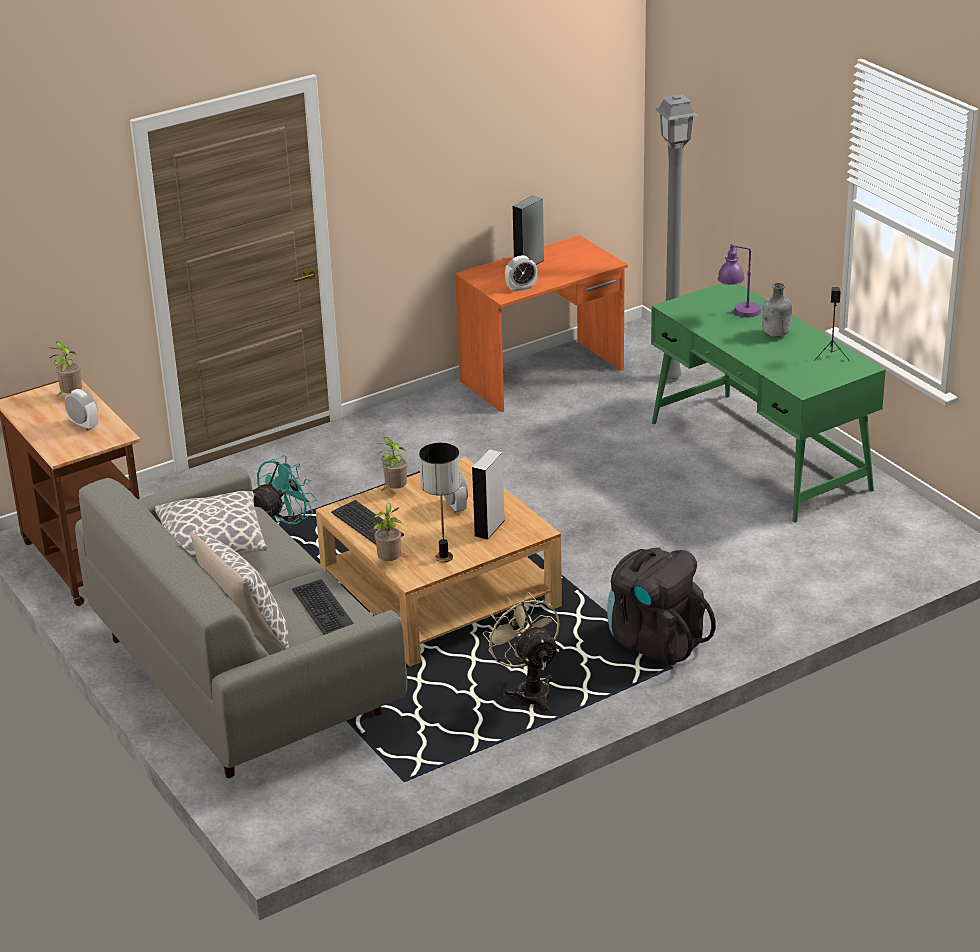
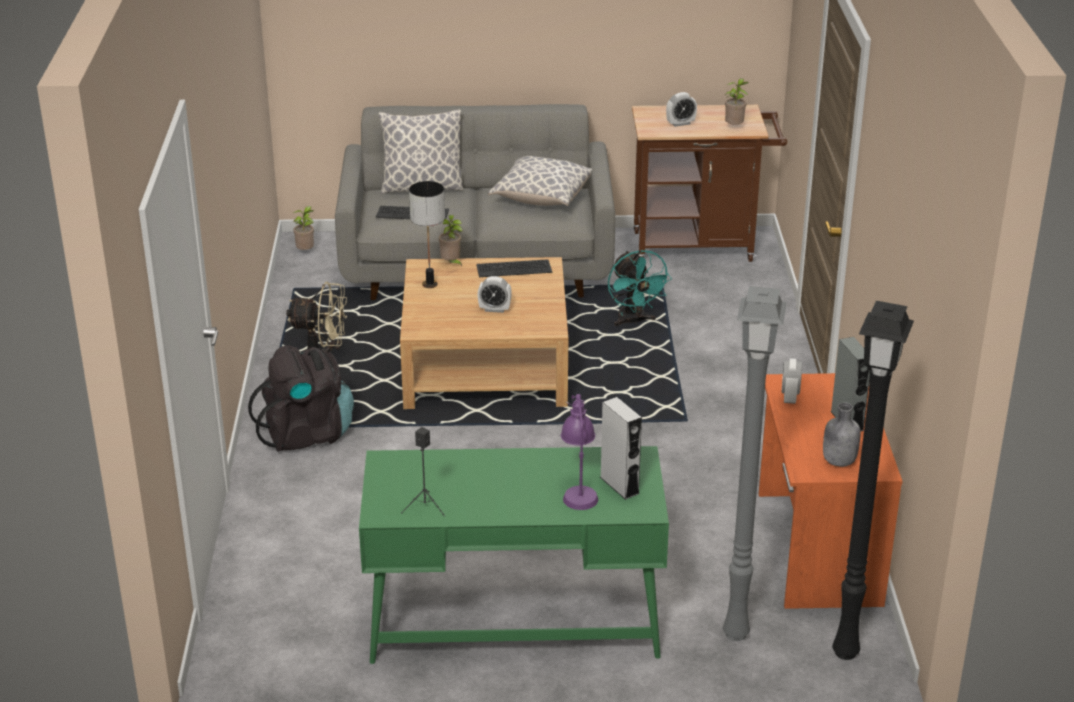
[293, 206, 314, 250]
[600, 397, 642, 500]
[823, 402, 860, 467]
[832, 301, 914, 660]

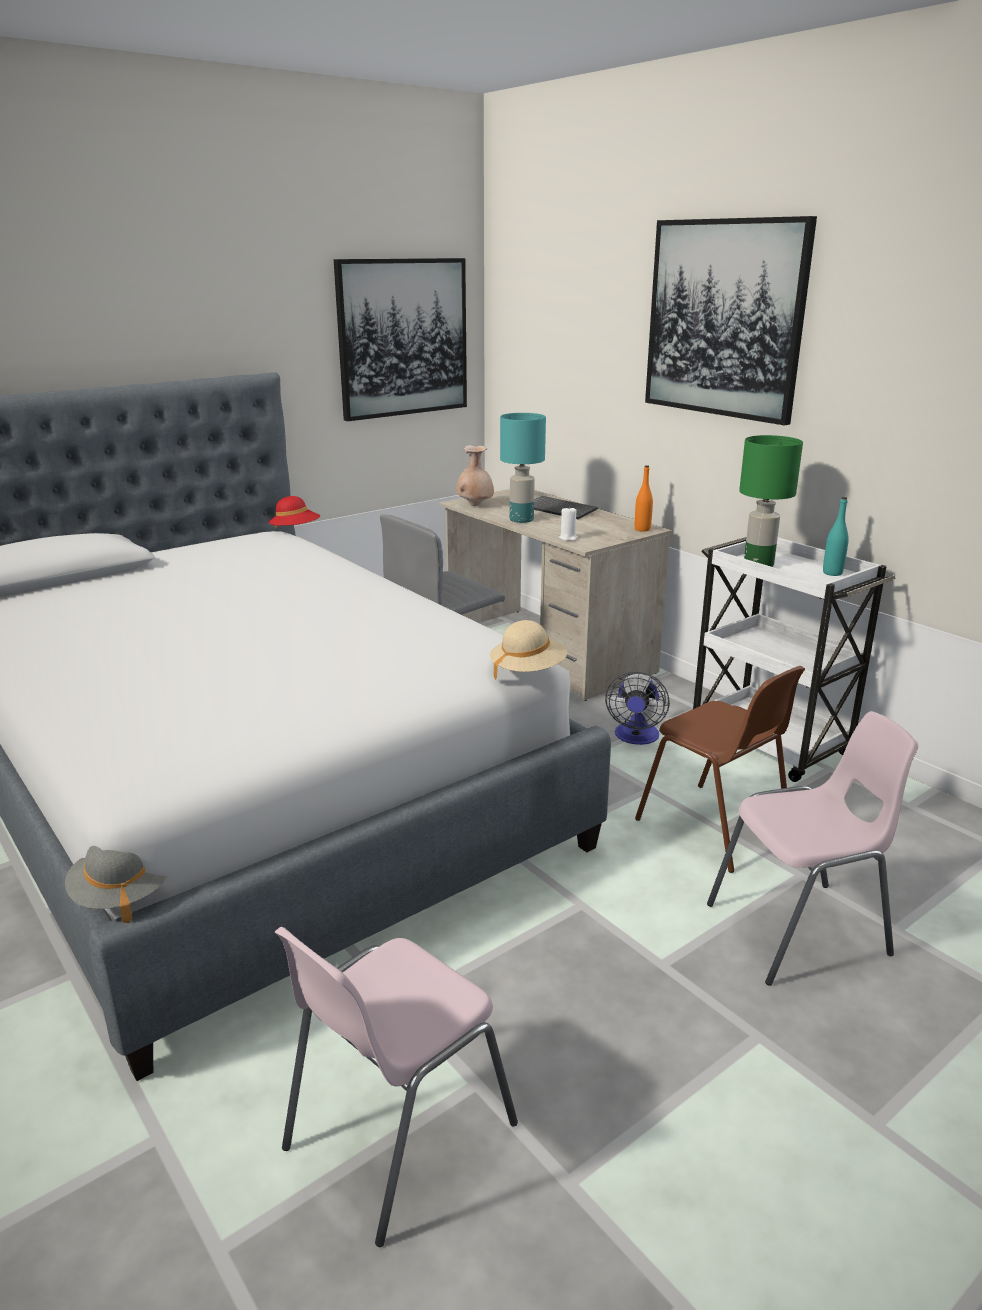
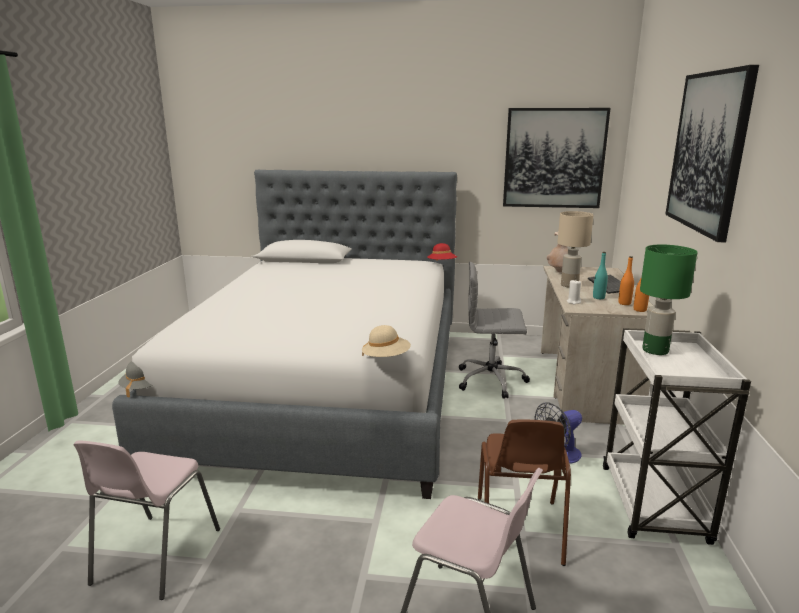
[73, 440, 220, 600]
[557, 211, 594, 287]
[593, 252, 608, 299]
[618, 256, 634, 305]

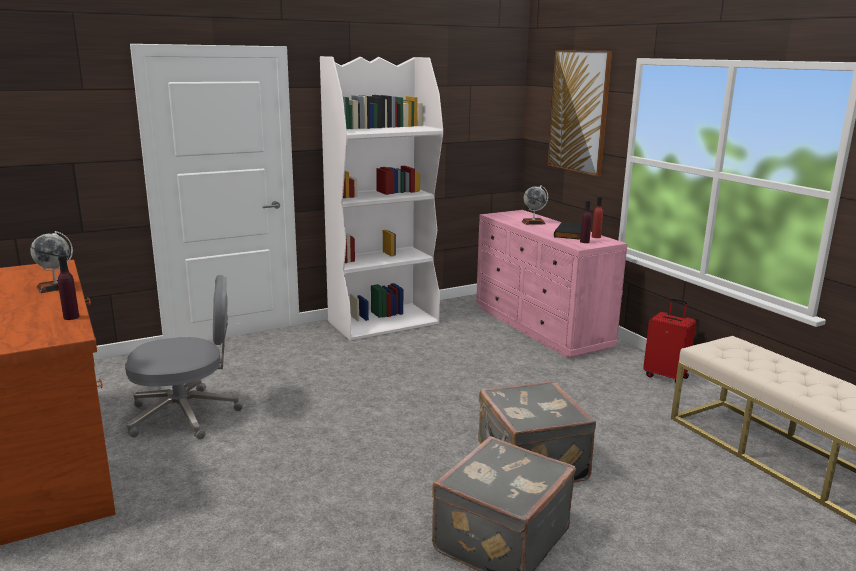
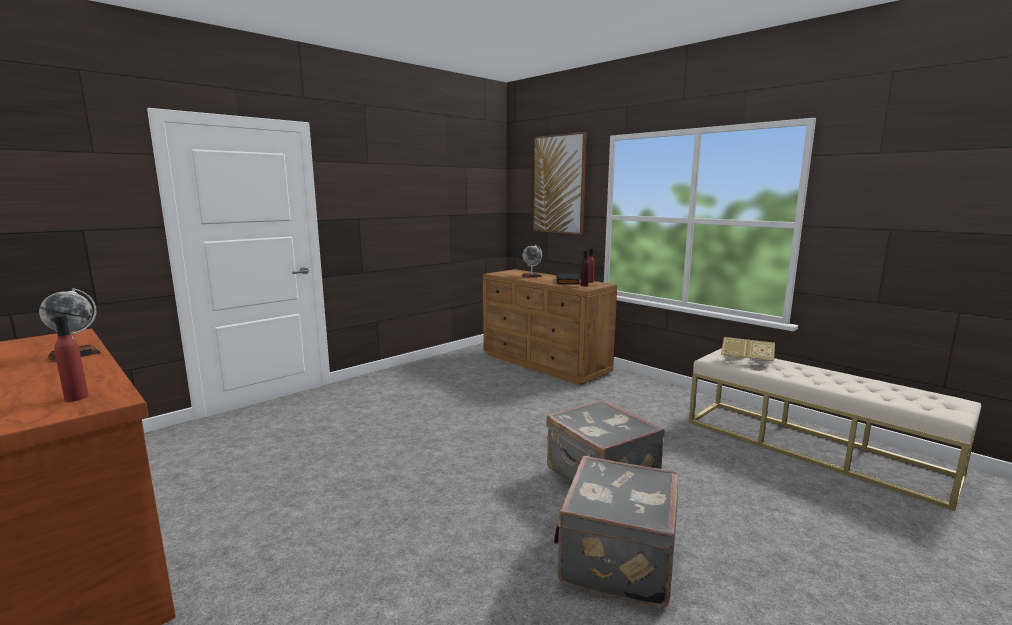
[58, 255, 79, 320] (first image)
[125, 275, 243, 440] (first image)
[320, 56, 443, 341] (first image)
[483, 269, 617, 385]
[643, 298, 696, 384] (first image)
[54, 315, 89, 402]
[721, 337, 775, 367]

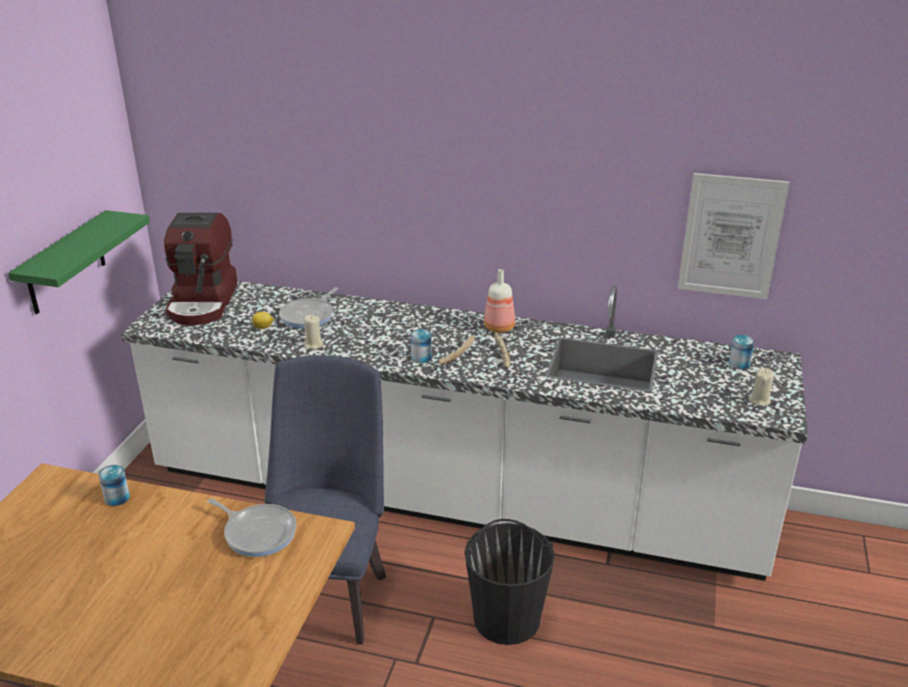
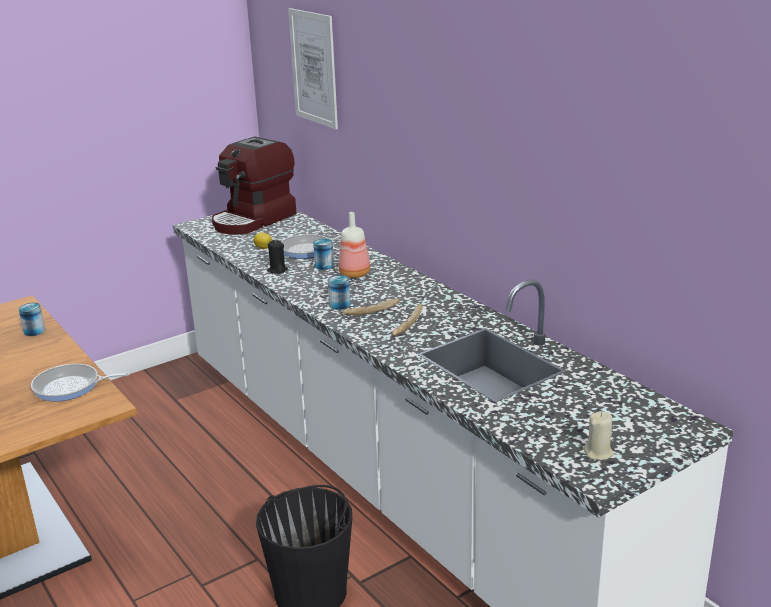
[8, 210, 150, 314] (first image)
[31, 364, 130, 401]
[264, 355, 386, 644] (first image)
[267, 240, 288, 274]
[338, 212, 370, 278]
[288, 8, 338, 129]
[313, 239, 334, 270]

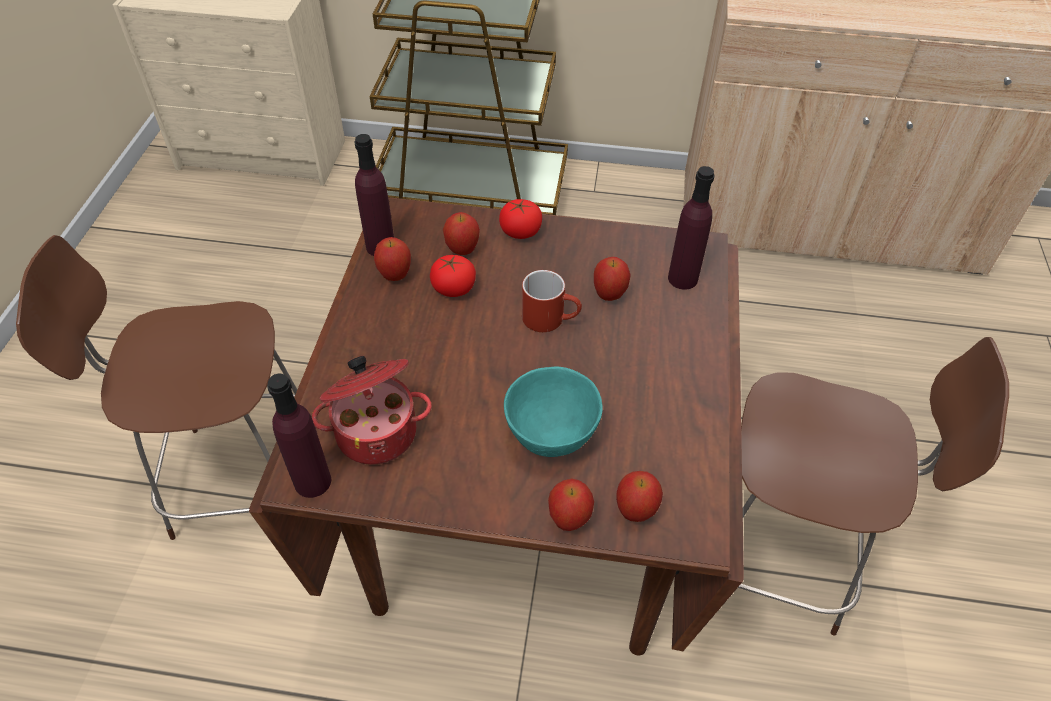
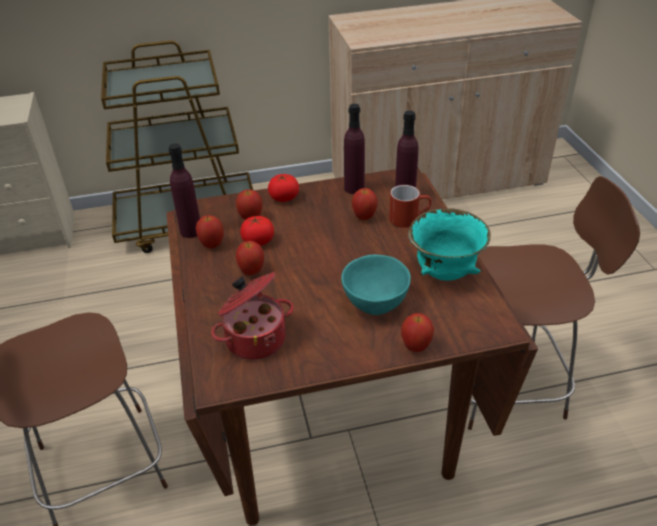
[344, 104, 365, 194]
[389, 185, 432, 228]
[236, 241, 264, 275]
[408, 208, 491, 281]

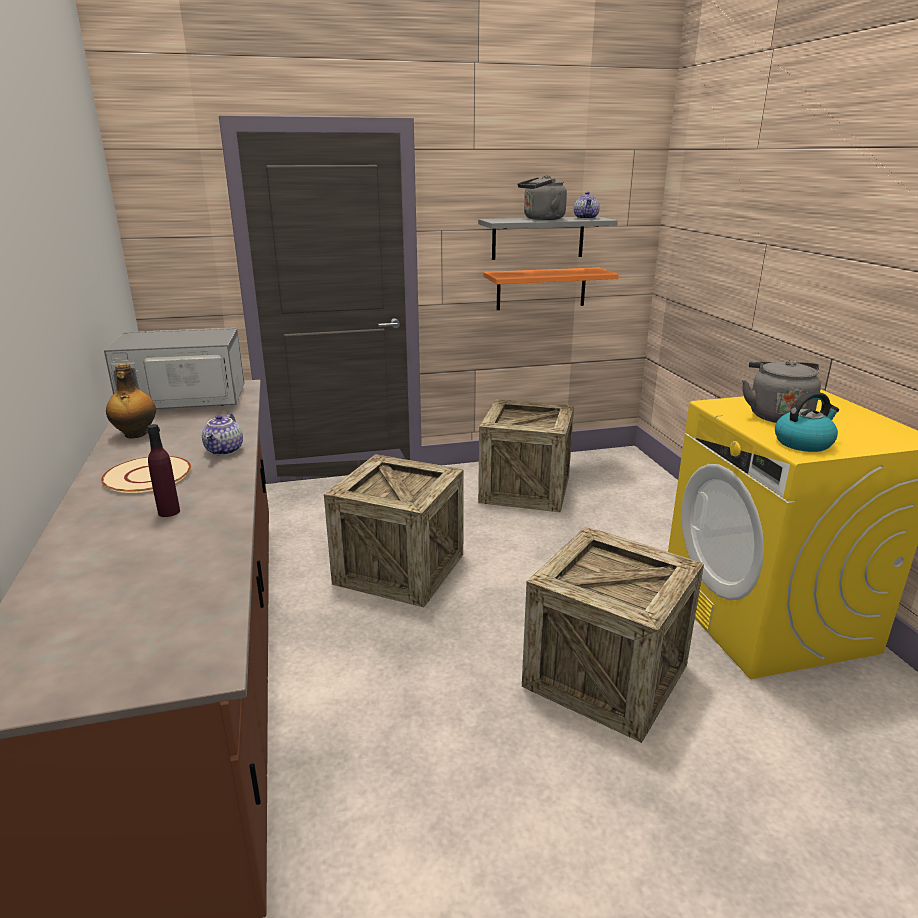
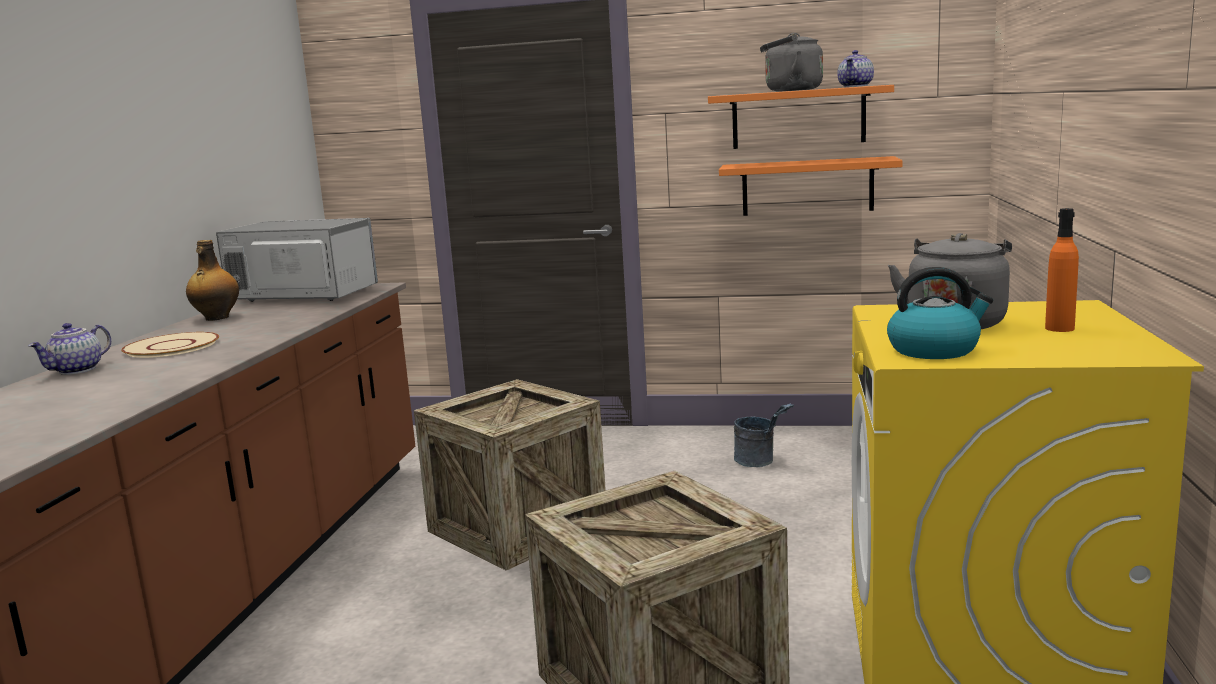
[147, 424, 180, 517] (first image)
[28, 323, 111, 375]
[708, 85, 894, 149]
[734, 404, 794, 467]
[1045, 208, 1079, 332]

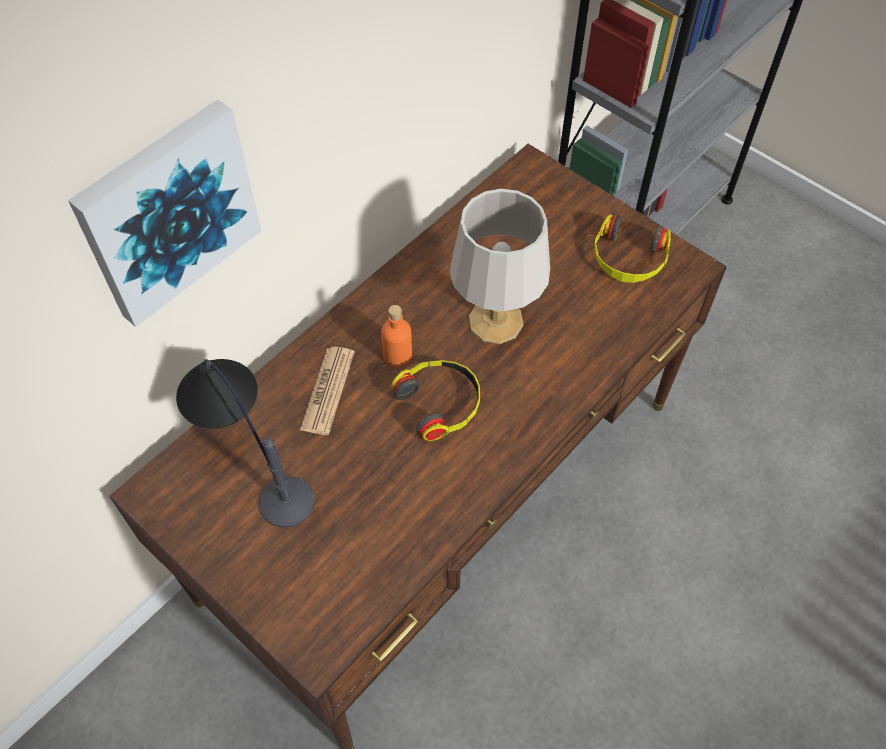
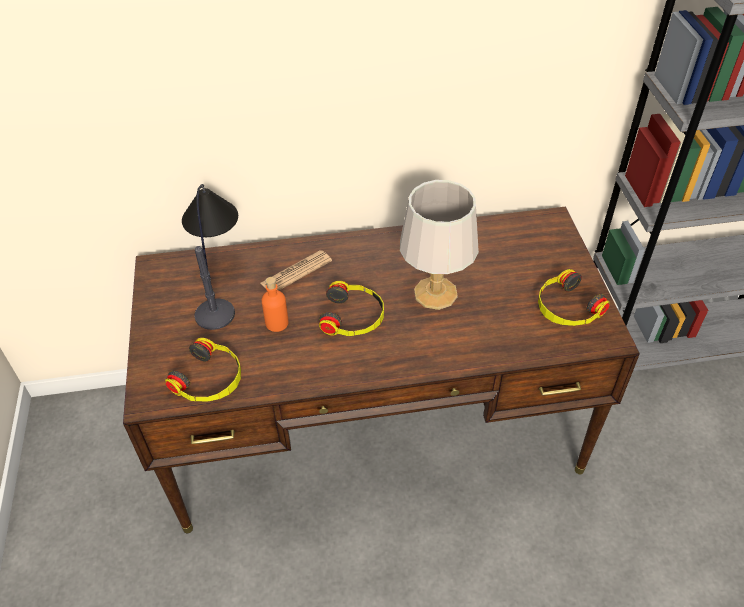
[68, 100, 261, 327] (first image)
[262, 277, 288, 332]
[165, 338, 241, 402]

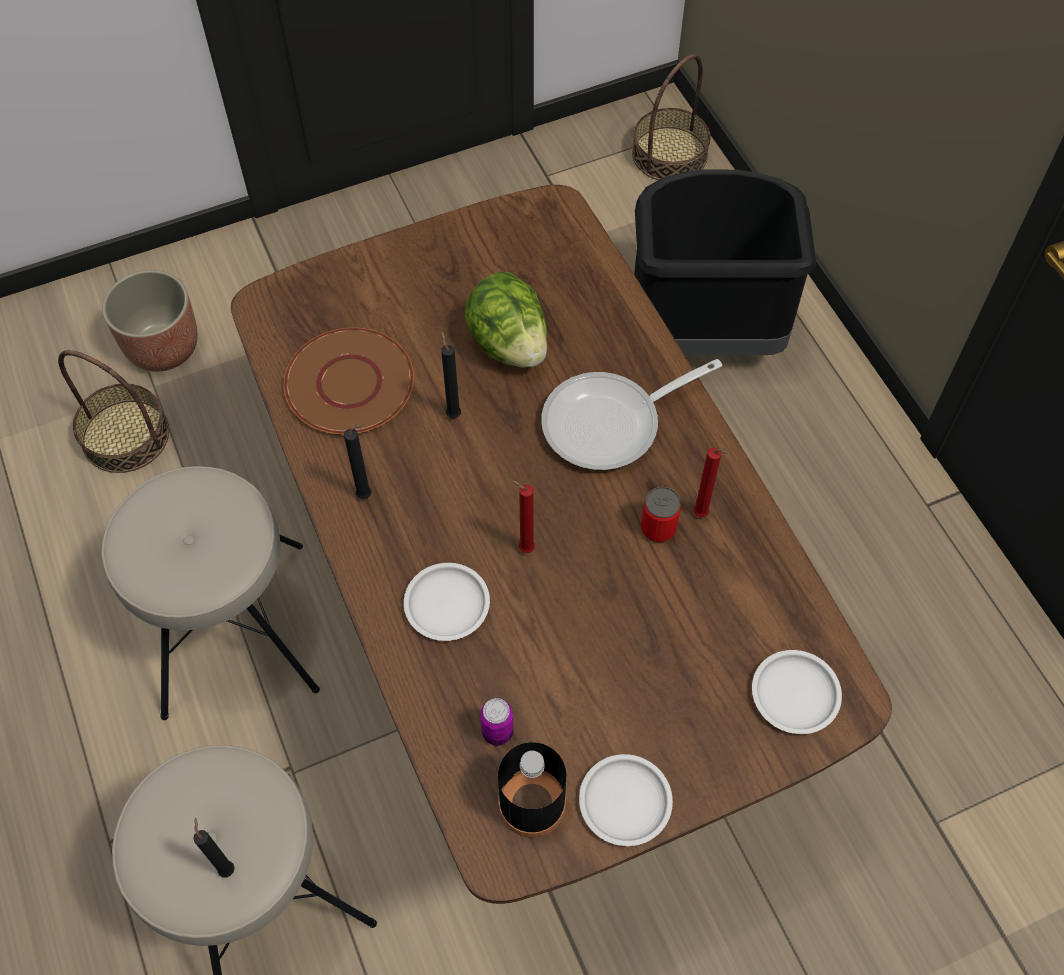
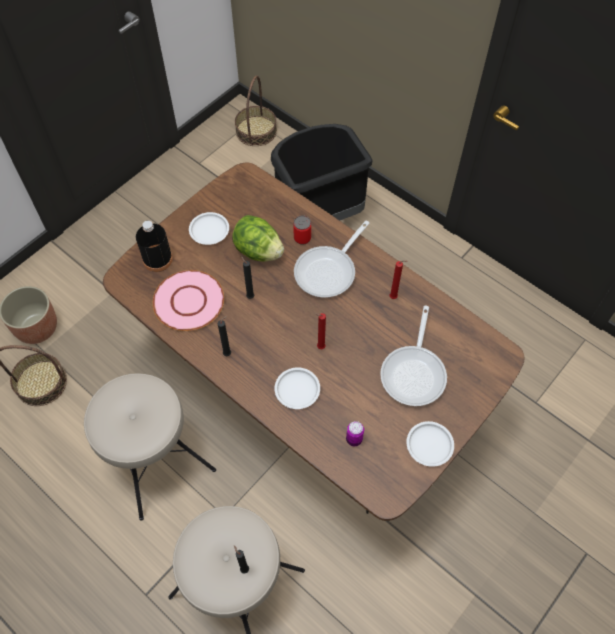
[153, 270, 224, 331]
[136, 221, 173, 272]
[293, 215, 311, 245]
[189, 212, 229, 245]
[380, 306, 447, 406]

